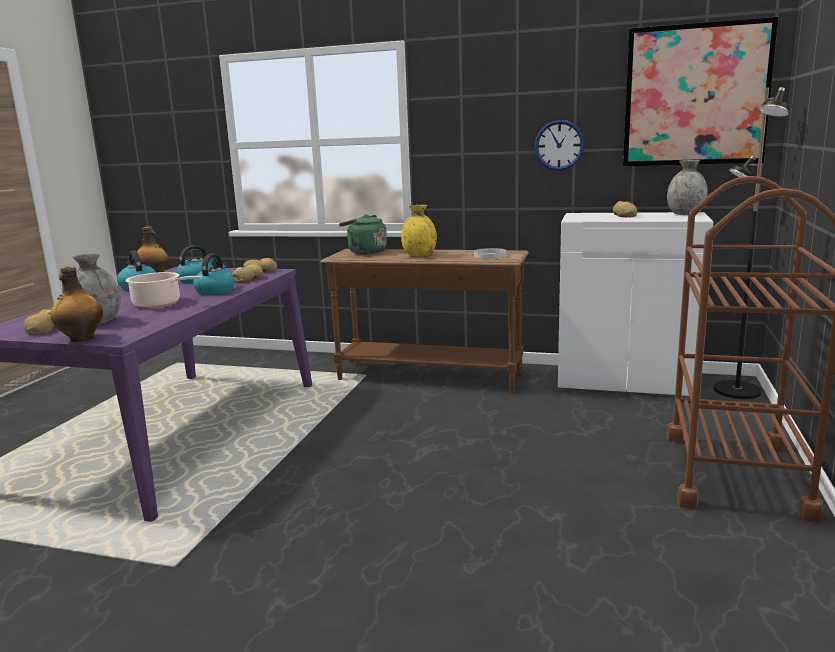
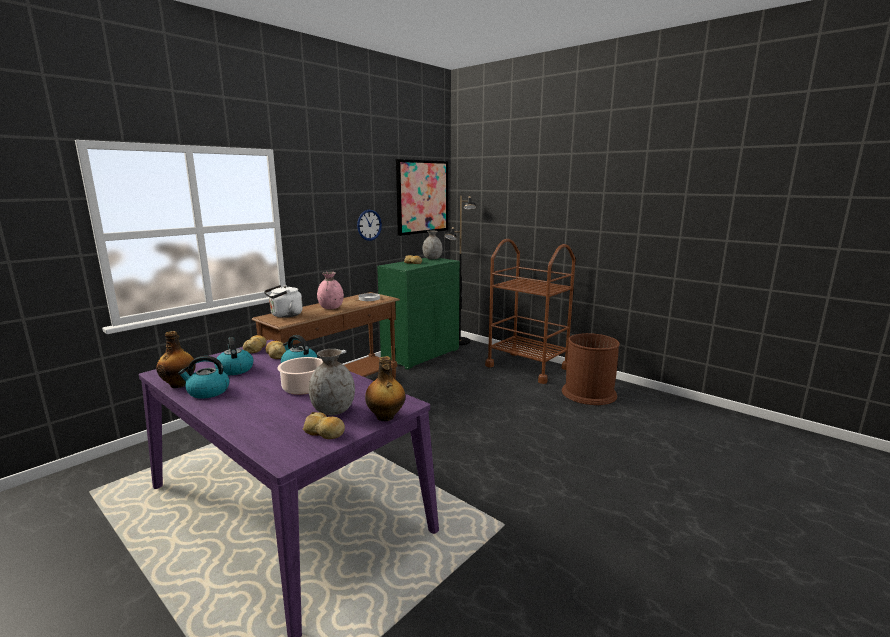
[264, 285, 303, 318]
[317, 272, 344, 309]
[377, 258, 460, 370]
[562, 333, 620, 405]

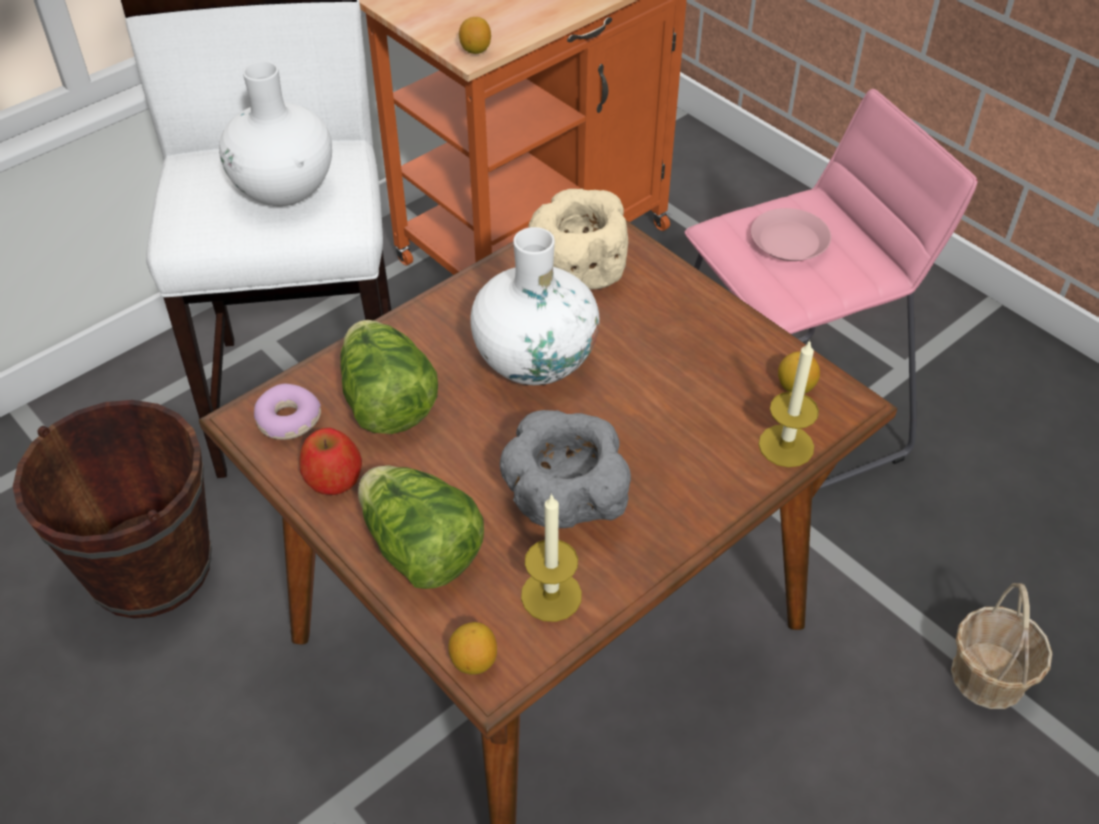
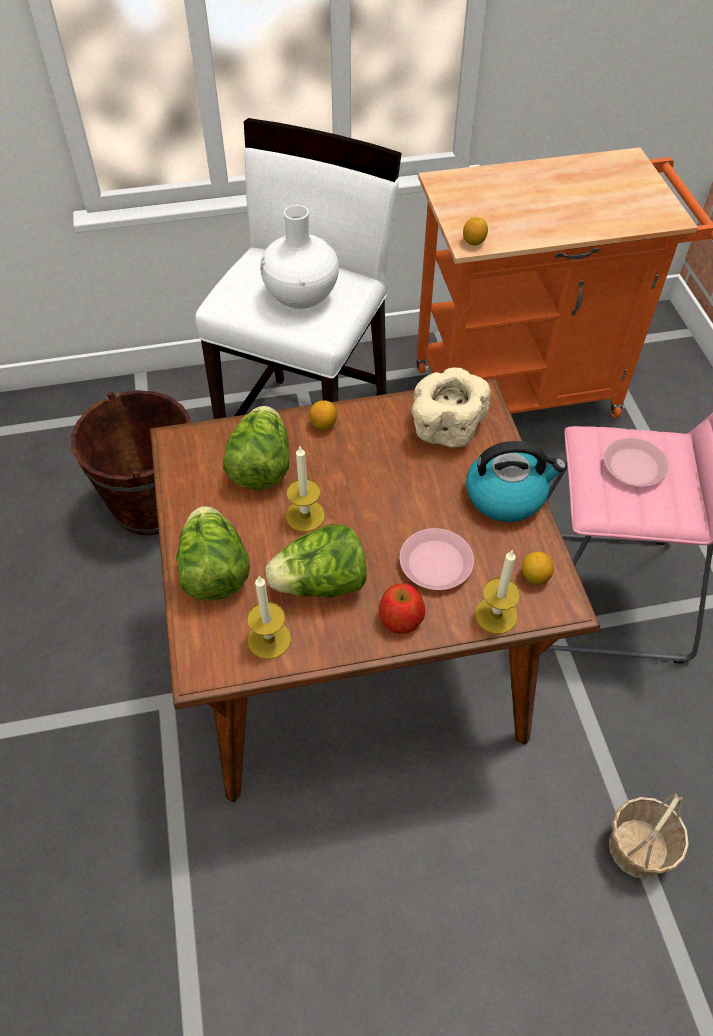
[254, 384, 321, 440] (first image)
[379, 583, 426, 634]
[309, 400, 337, 430]
[470, 227, 600, 385] (first image)
[265, 524, 367, 597]
[286, 447, 325, 532]
[399, 528, 474, 590]
[466, 441, 566, 522]

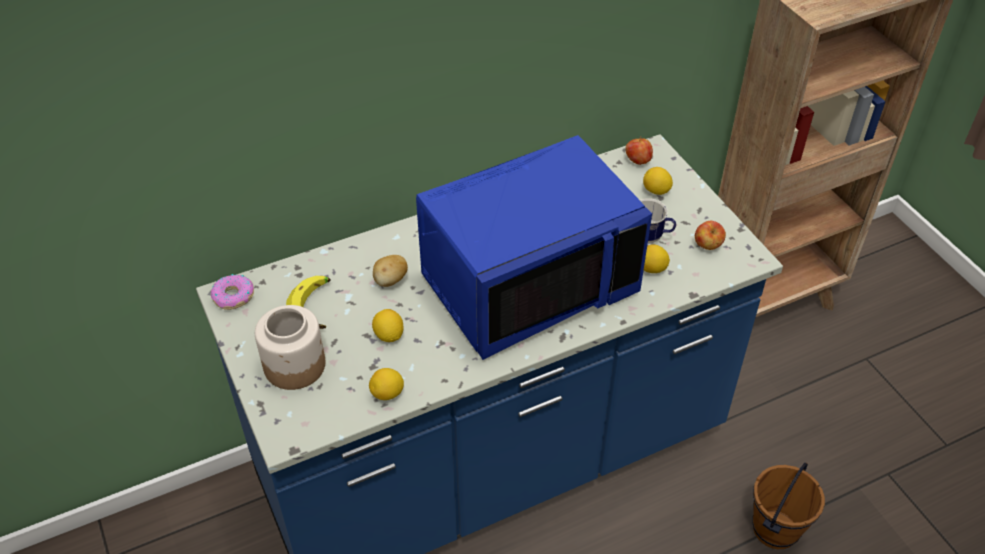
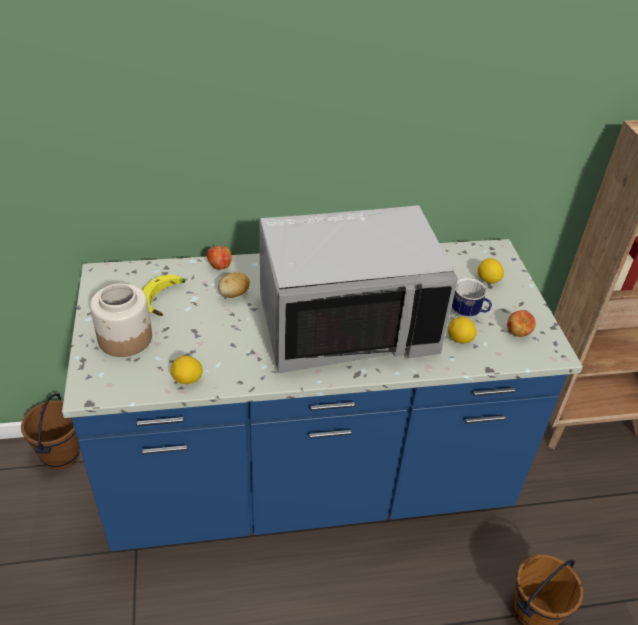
[211, 274, 254, 310] (first image)
[372, 309, 404, 342] (first image)
[259, 205, 458, 374]
[207, 244, 232, 269]
[21, 393, 80, 470]

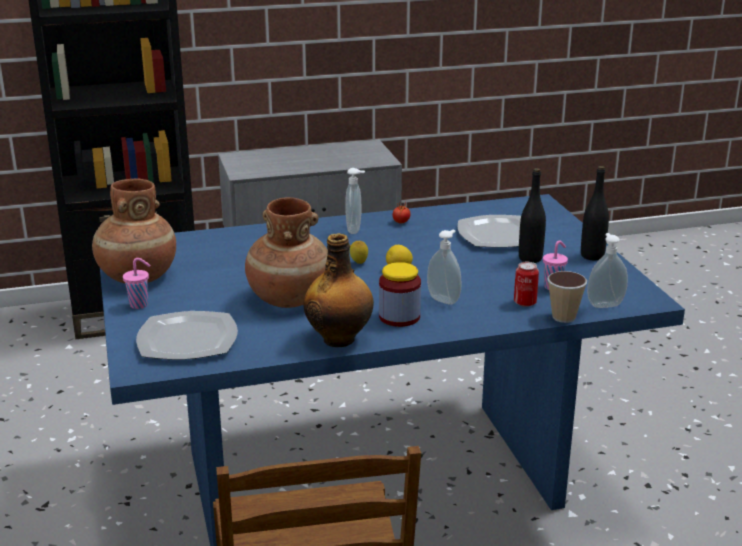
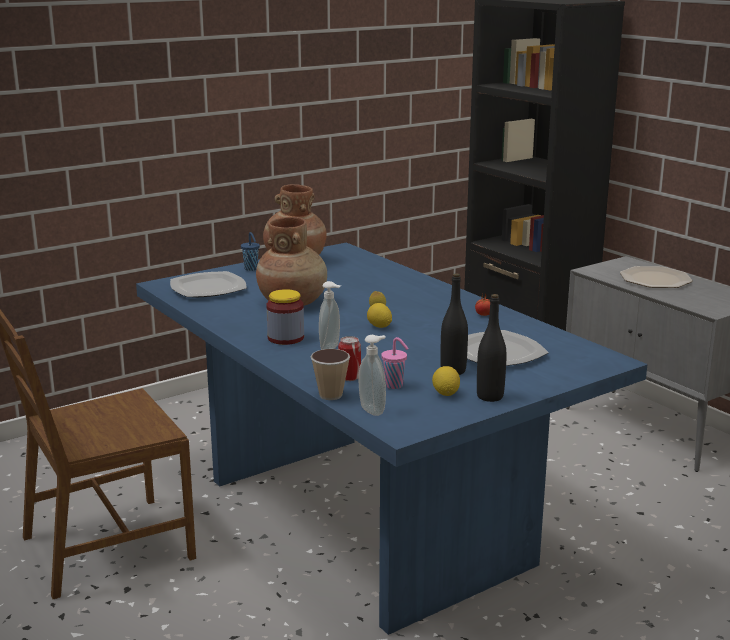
[241, 232, 260, 271]
[303, 233, 374, 347] (first image)
[345, 168, 365, 234] (first image)
[432, 366, 460, 396]
[620, 266, 693, 288]

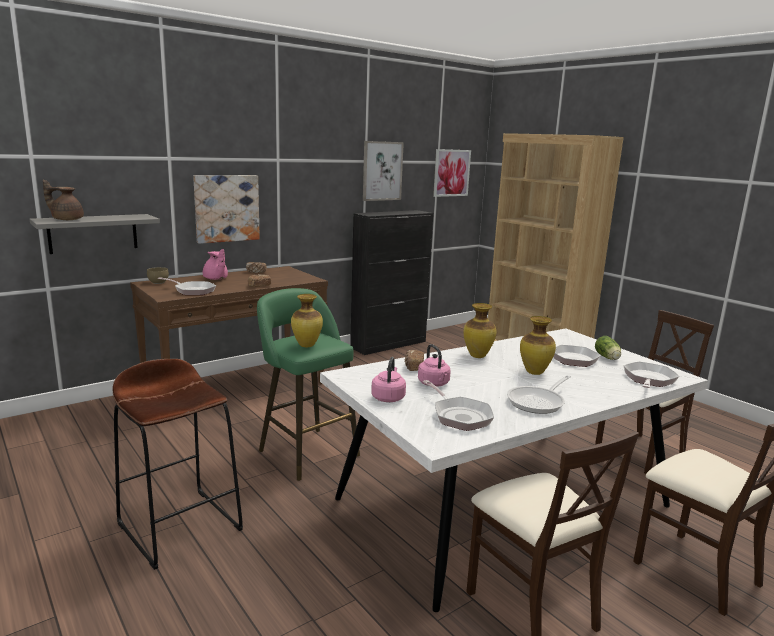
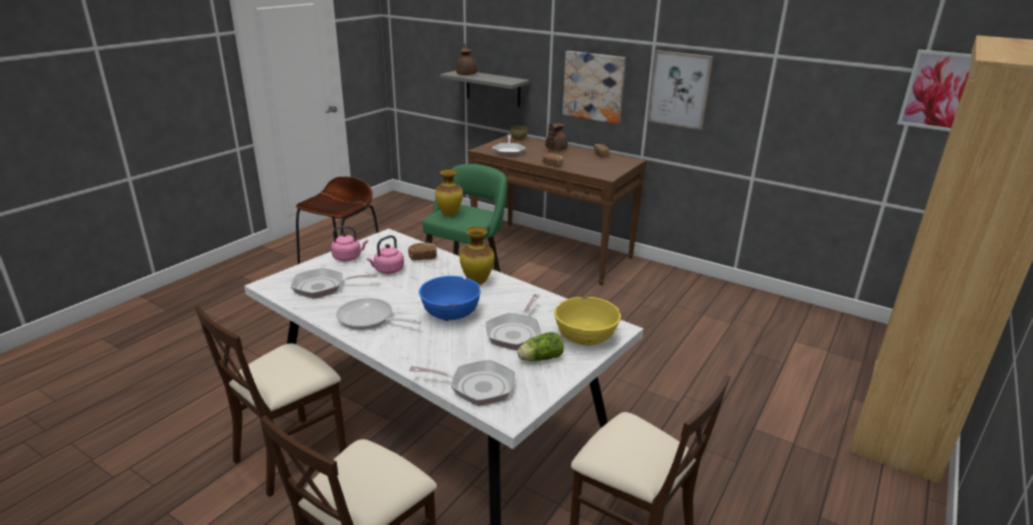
[545, 123, 568, 151]
[350, 210, 433, 355] (first image)
[648, 50, 714, 130]
[291, 268, 377, 298]
[419, 276, 481, 321]
[554, 297, 621, 346]

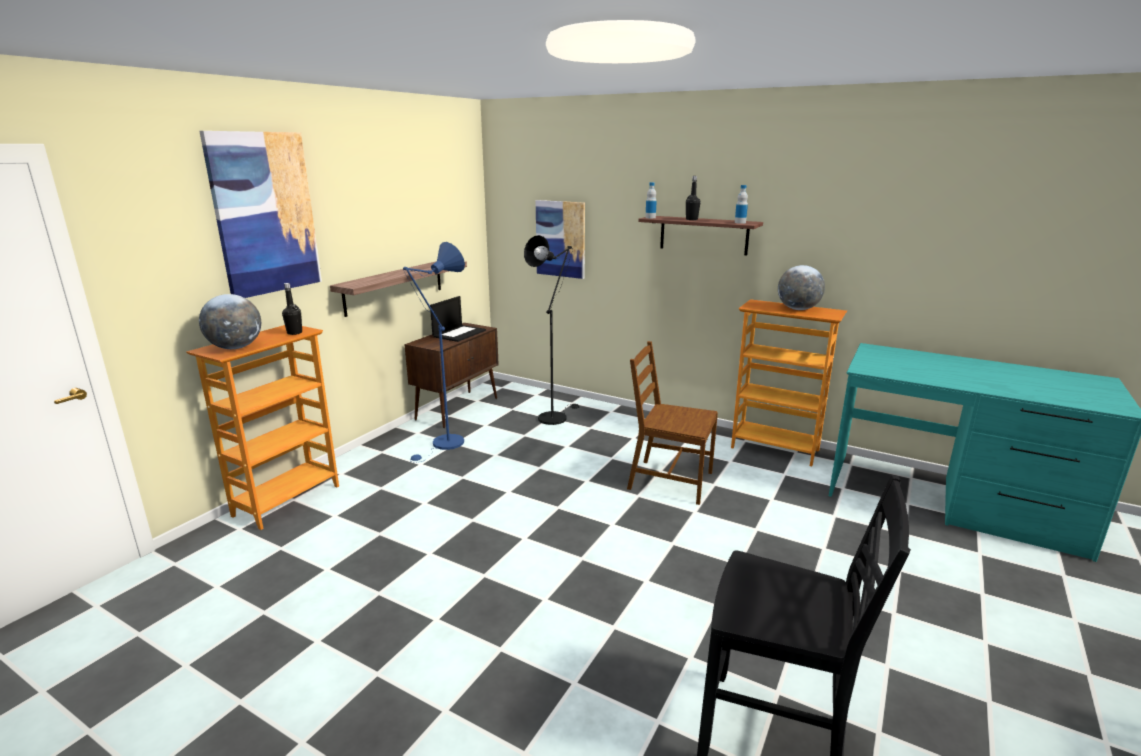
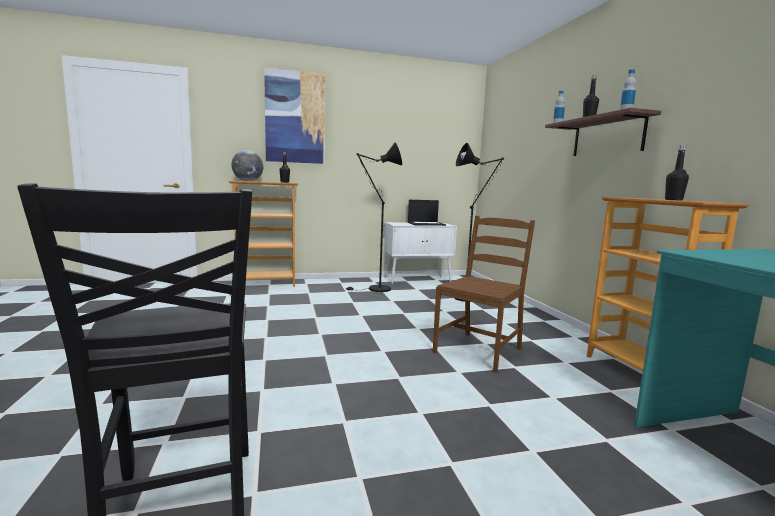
[330, 261, 467, 317] (first image)
[344, 142, 402, 292]
[384, 222, 457, 284]
[536, 200, 585, 279] (first image)
[433, 216, 535, 373]
[665, 145, 689, 201]

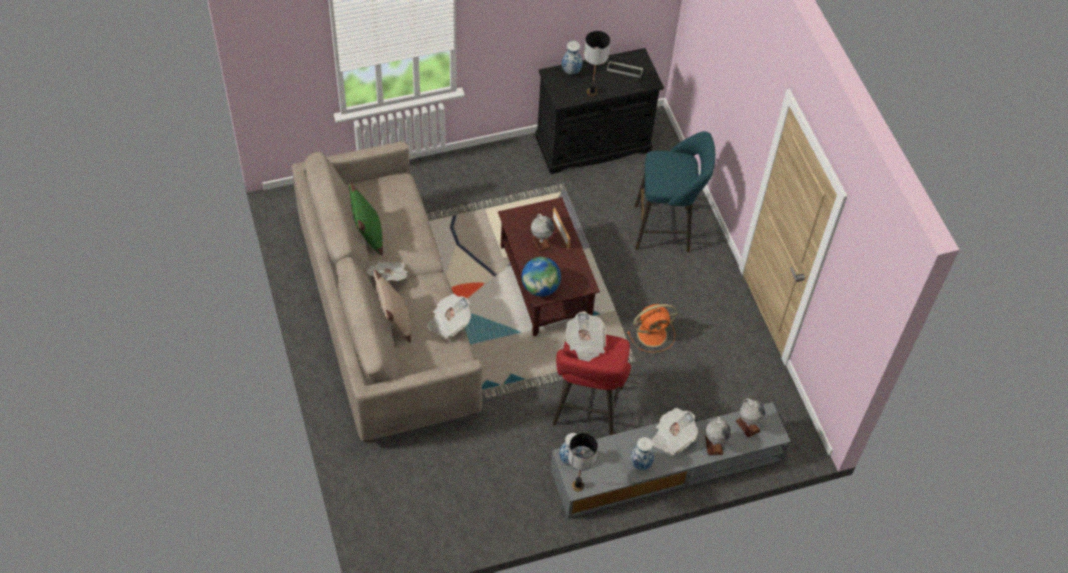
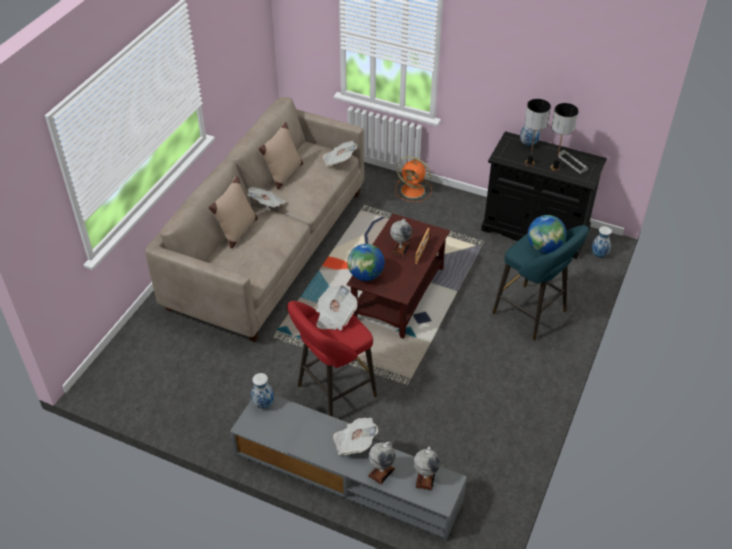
[258, 122, 303, 189]
[323, 141, 357, 166]
[550, 103, 579, 171]
[395, 156, 432, 202]
[591, 226, 612, 257]
[528, 215, 567, 253]

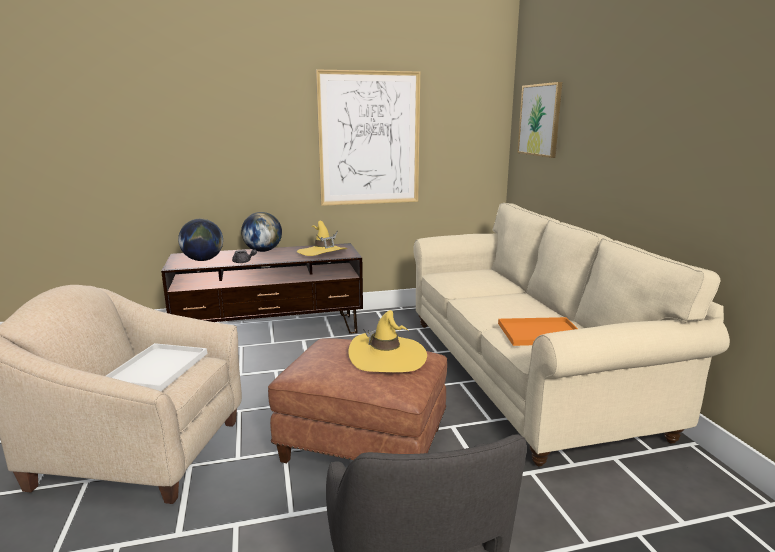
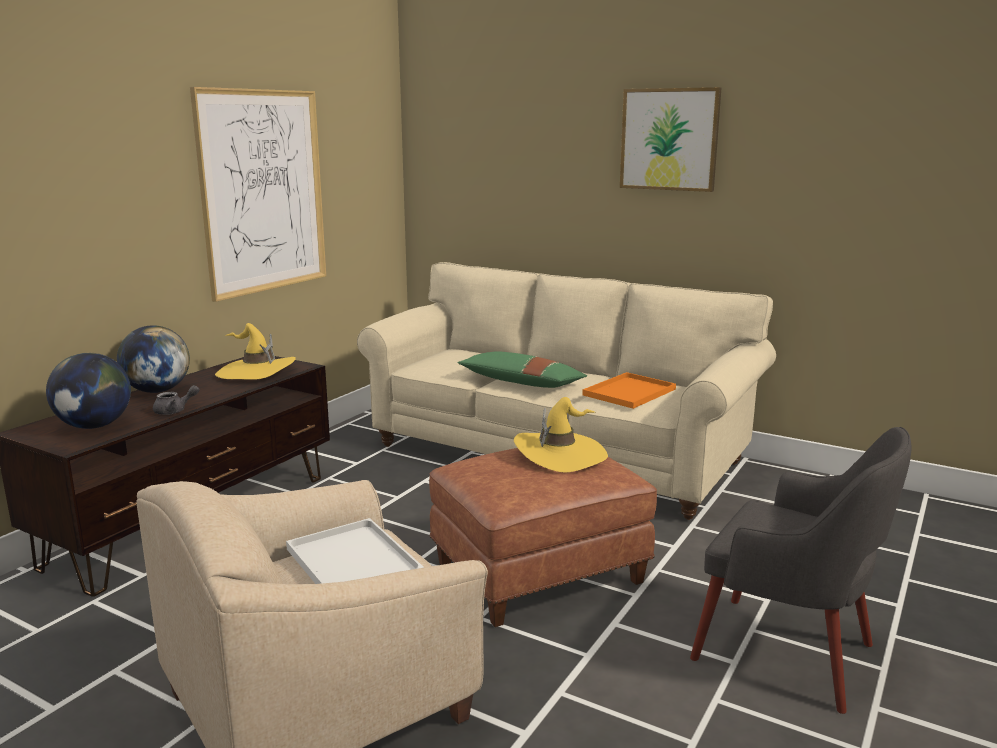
[620, 87, 722, 192]
[458, 351, 587, 388]

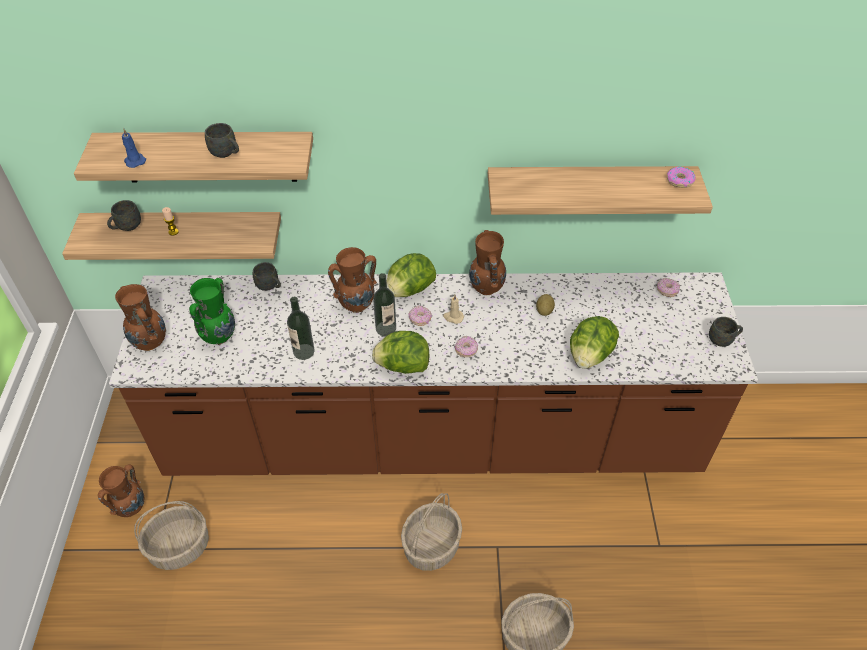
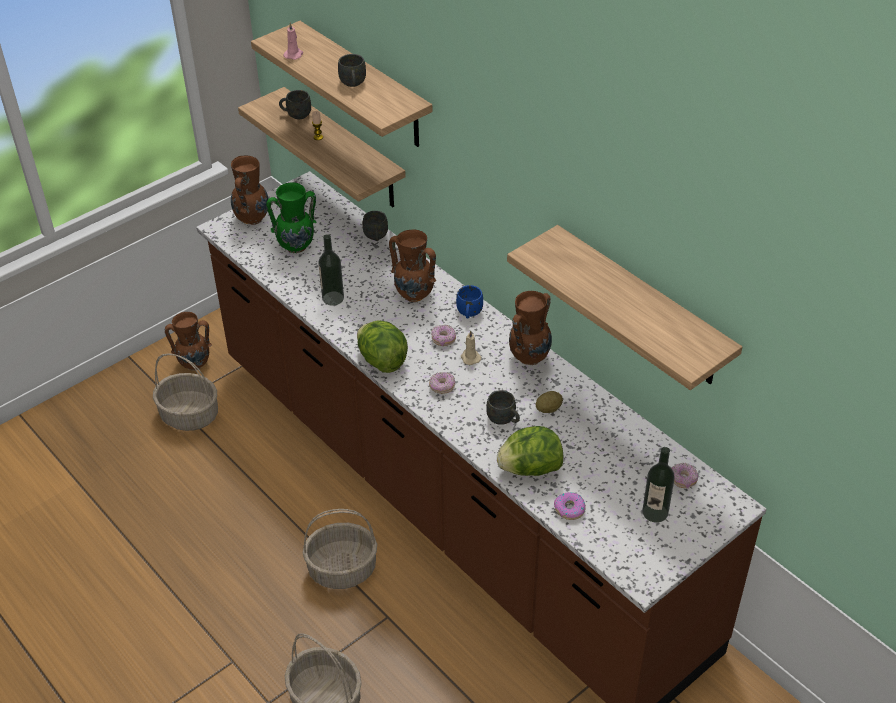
[283, 22, 303, 60]
[642, 447, 675, 523]
[456, 285, 483, 319]
[554, 492, 586, 520]
[486, 390, 520, 425]

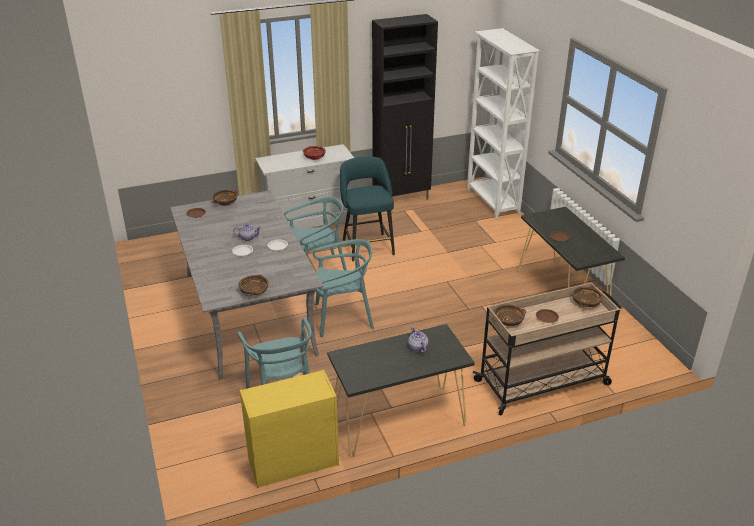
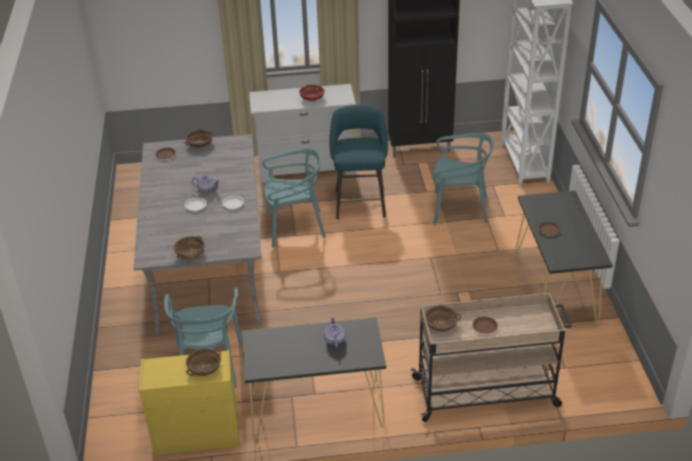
[433, 133, 494, 225]
[186, 348, 221, 376]

